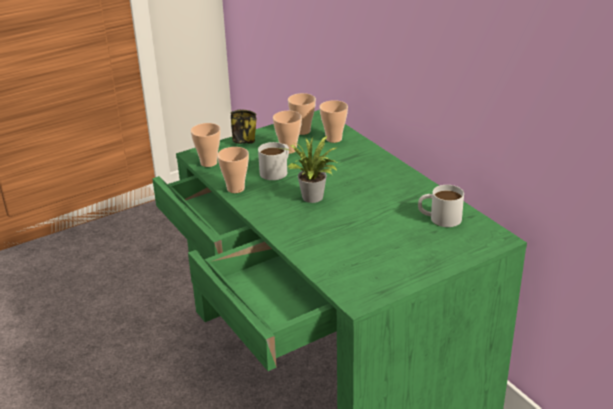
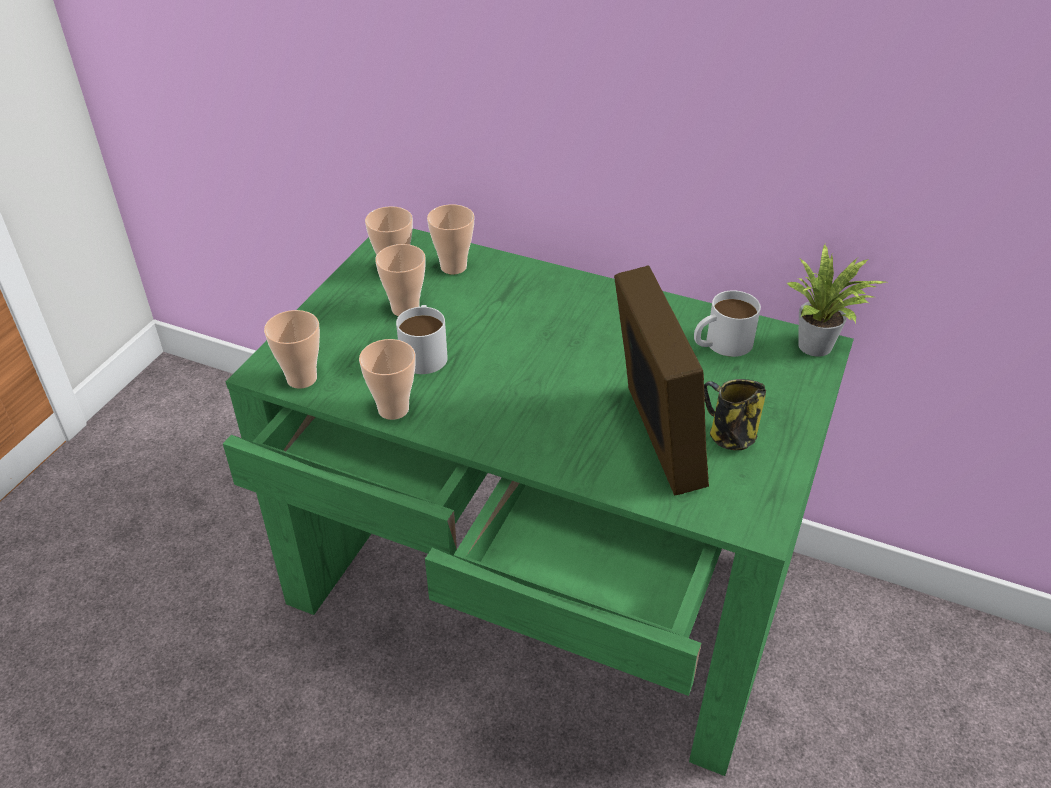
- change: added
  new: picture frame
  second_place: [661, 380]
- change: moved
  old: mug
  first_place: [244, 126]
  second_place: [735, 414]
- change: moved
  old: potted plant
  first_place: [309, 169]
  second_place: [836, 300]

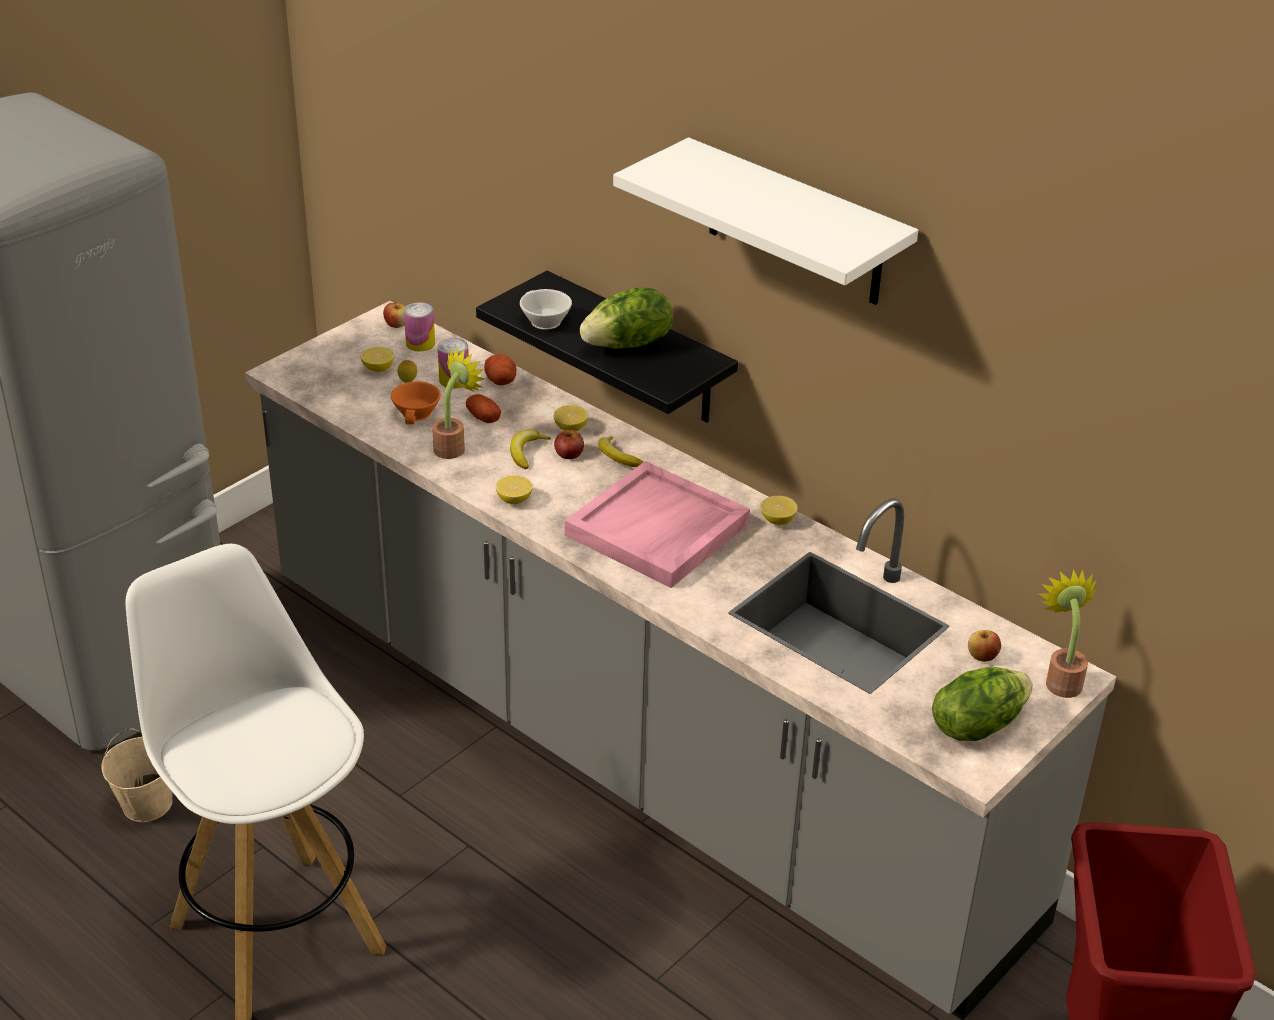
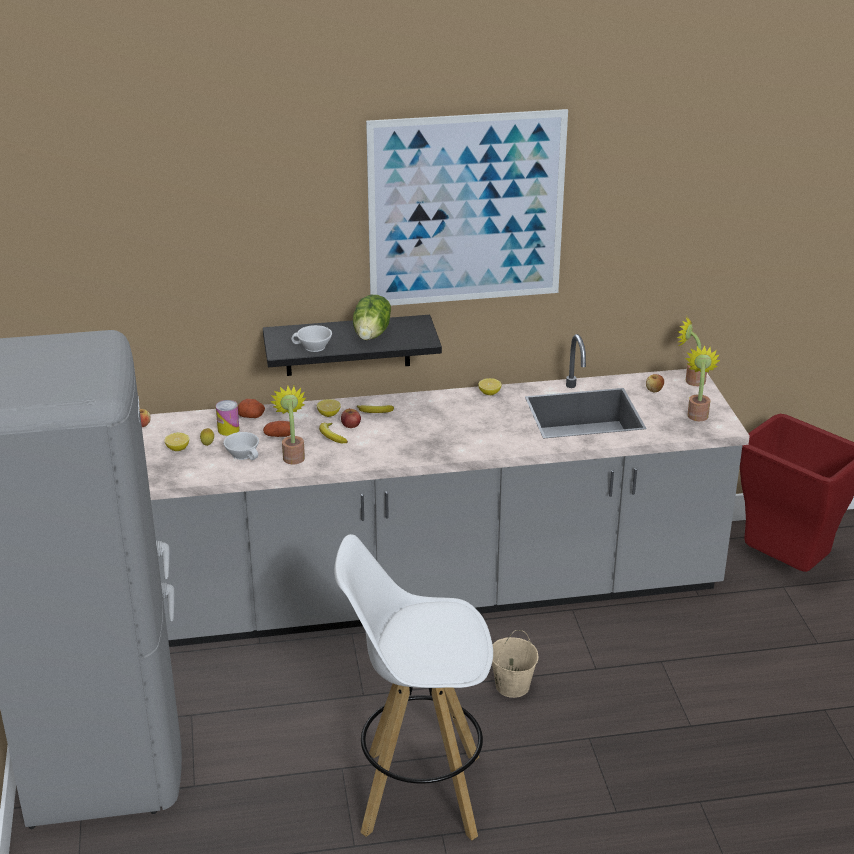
- change: recoloured
  old: orange cup
  new: white cup
  first_place: [416, 403]
  second_place: [241, 446]
- change: replaced
  old: white shelf
  new: picture
  first_place: [765, 221]
  second_place: [467, 207]
- change: moved
  old: beige bucket
  first_place: [137, 775]
  second_place: [515, 664]
- change: replaced
  old: lettuce
  new: potted plant
  first_place: [982, 704]
  second_place: [702, 383]
- change: removed
  old: can
  first_place: [419, 326]
- change: removed
  old: lemon
  first_place: [514, 489]
- change: removed
  old: pink tray
  first_place: [657, 524]

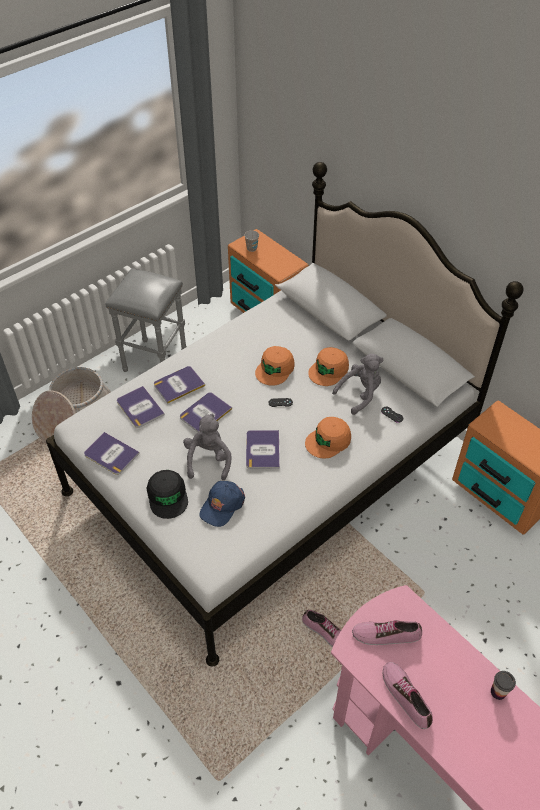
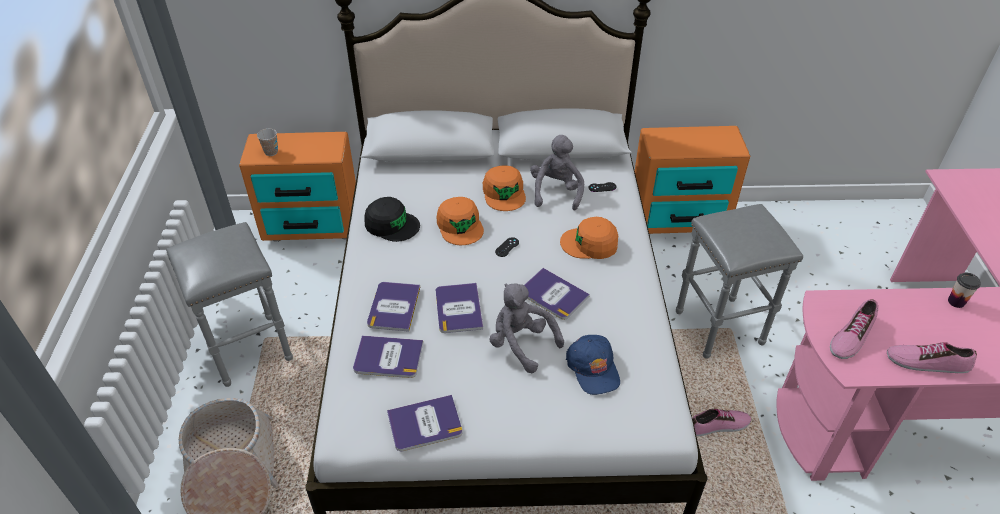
- change: moved
  old: black cap
  first_place: [167, 494]
  second_place: [392, 219]
- change: turned
  old: orange cap
  first_place: [328, 437]
  second_place: [589, 238]
  degrees: 90
- change: added
  new: grey stool
  second_place: [739, 281]

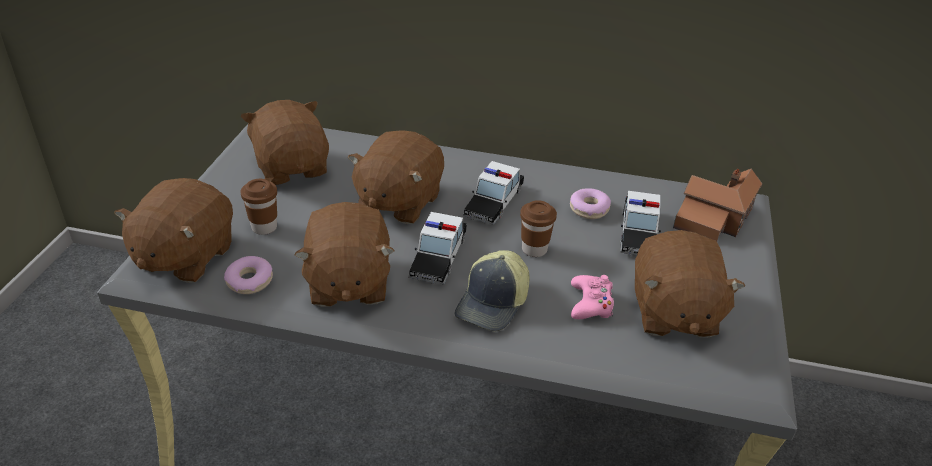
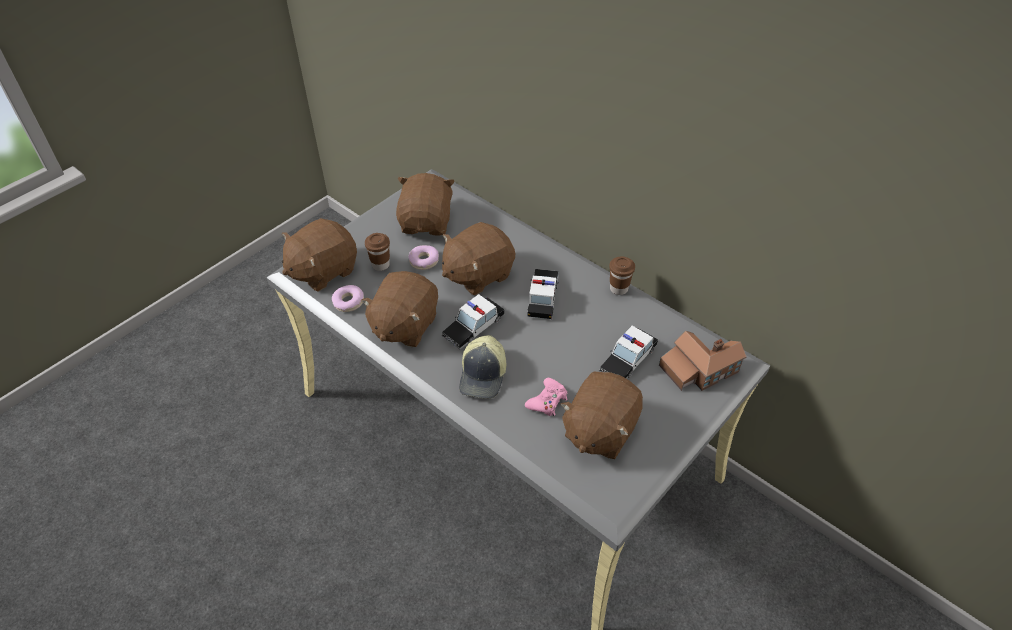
- change: moved
  old: donut
  first_place: [590, 203]
  second_place: [423, 257]
- change: turned
  old: cap
  first_place: [492, 290]
  second_place: [482, 367]
  degrees: -45
- change: turned
  old: toy car
  first_place: [493, 193]
  second_place: [543, 294]
  degrees: 135
- change: moved
  old: brown cup
  first_place: [538, 228]
  second_place: [622, 275]

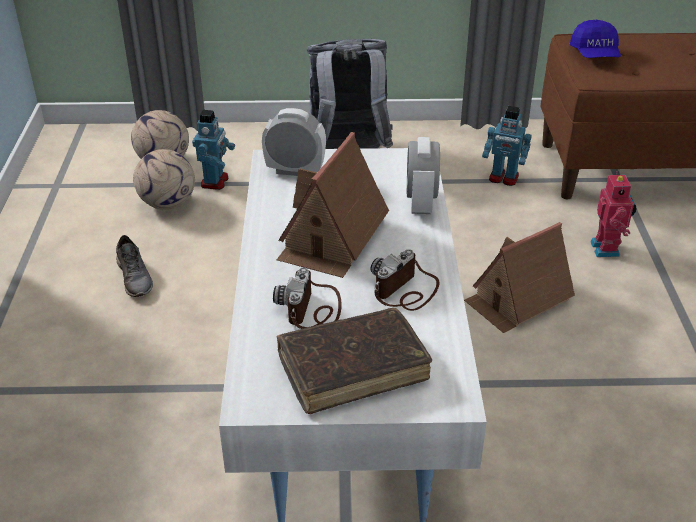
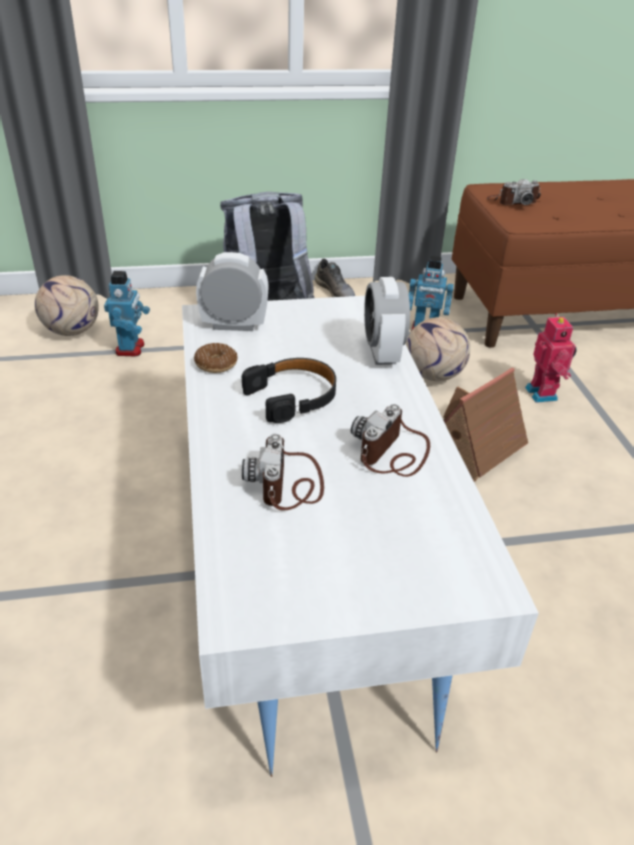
- change: added
  new: donut
  second_place: [216, 358]
- change: replaced
  old: toy house
  new: black headphones
  first_place: [332, 205]
  second_place: [289, 390]
- change: moved
  old: grey shoe
  first_place: [134, 266]
  second_place: [335, 278]
- change: moved
  old: football
  first_place: [164, 179]
  second_place: [438, 349]
- change: replaced
  old: blue cap
  new: photo camera
  first_place: [595, 39]
  second_place: [514, 192]
- change: removed
  old: brown book
  first_place: [354, 361]

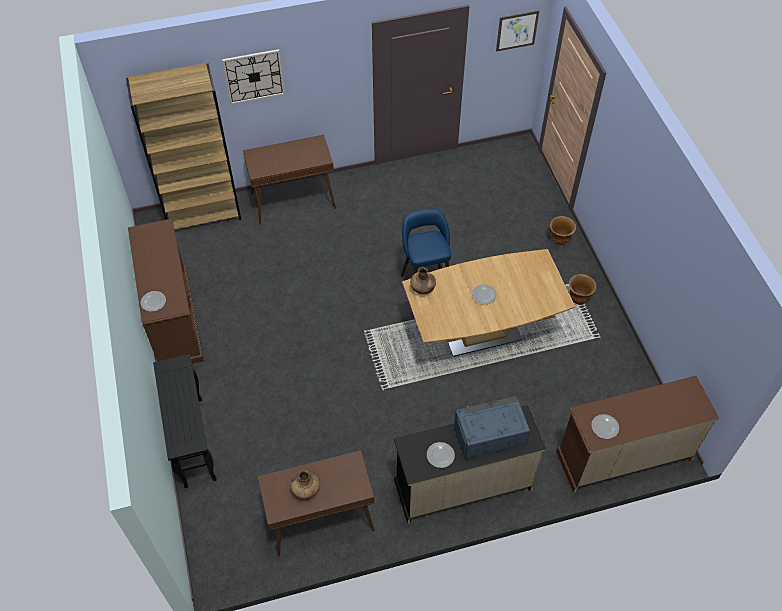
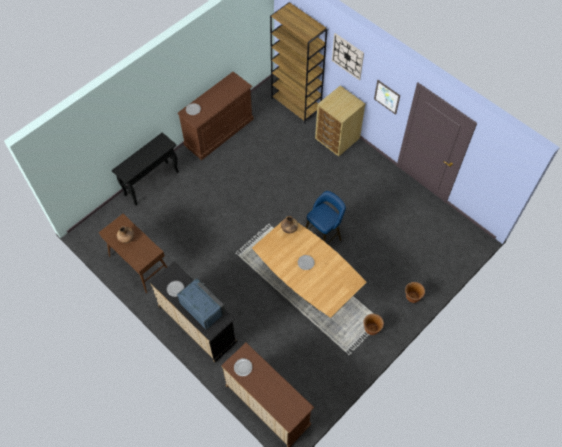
- change: replaced
  old: brown console table
  new: brown dresser
  first_place: [289, 179]
  second_place: [340, 121]
- change: moved
  old: picture
  first_place: [517, 31]
  second_place: [387, 97]

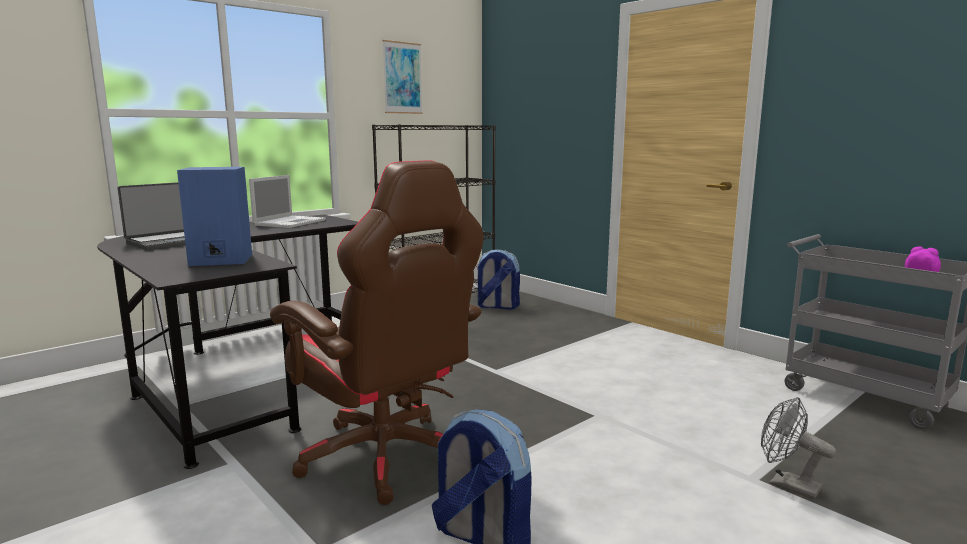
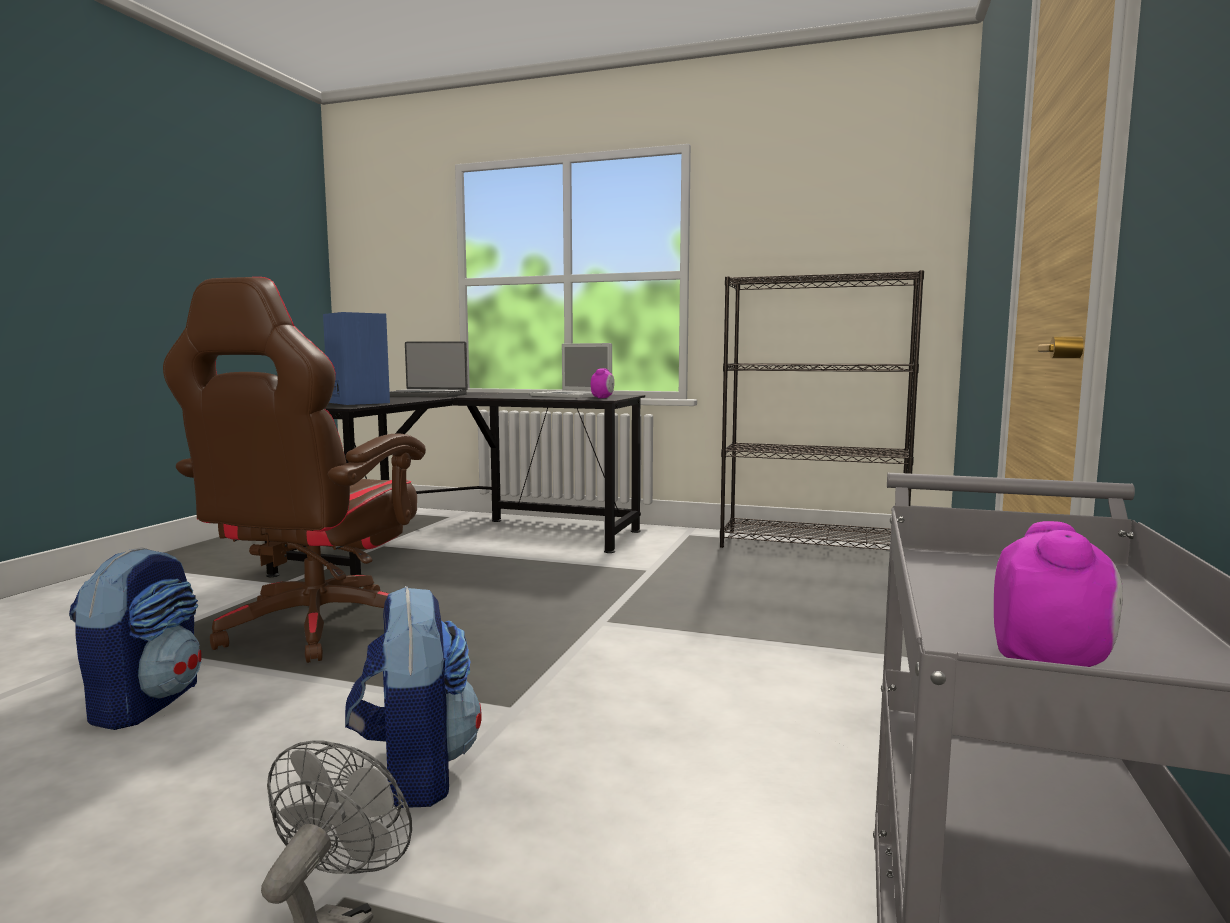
- change: moved
  old: backpack
  first_place: [498, 279]
  second_place: [413, 697]
- change: turned
  old: laptop
  first_place: [287, 201]
  second_place: [571, 370]
  degrees: 45
- change: added
  new: alarm clock
  second_place: [602, 383]
- change: removed
  old: picture
  first_place: [402, 77]

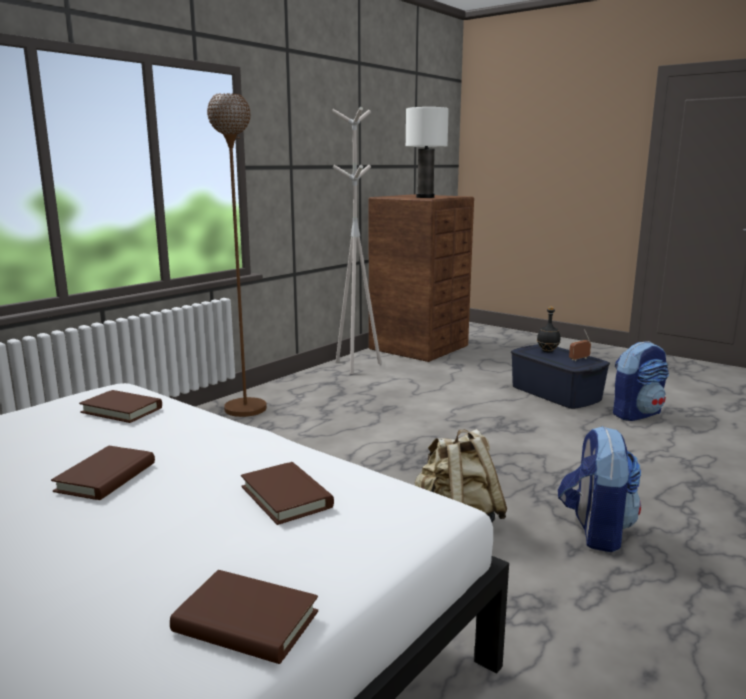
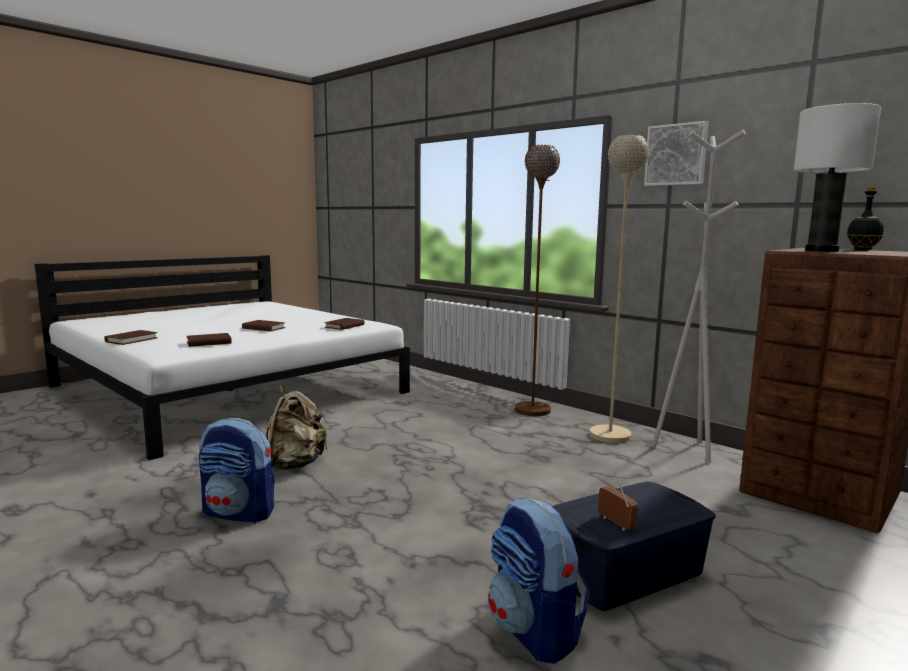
- change: added
  new: beige floor lamp
  second_place: [619, 289]
- change: added
  new: picture
  second_place: [676, 153]
- change: moved
  old: black bottle
  first_place: [548, 329]
  second_place: [865, 218]

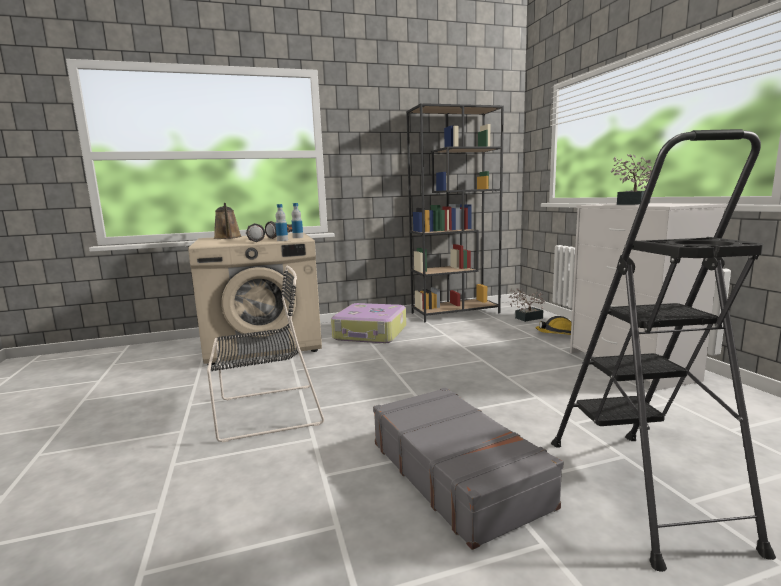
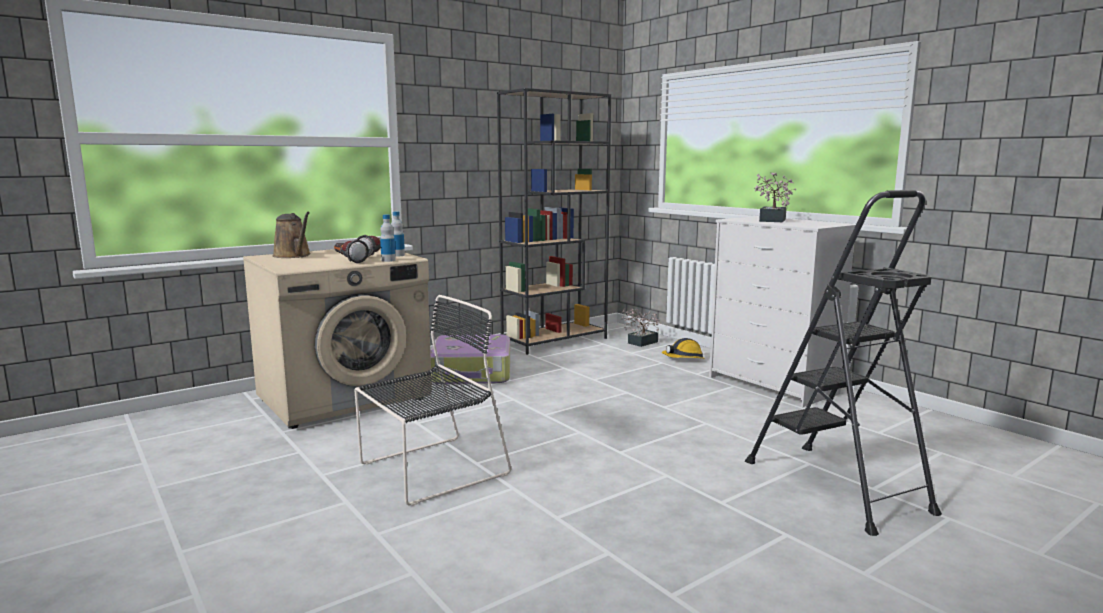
- change: removed
  old: grey suitcase
  first_place: [468, 468]

